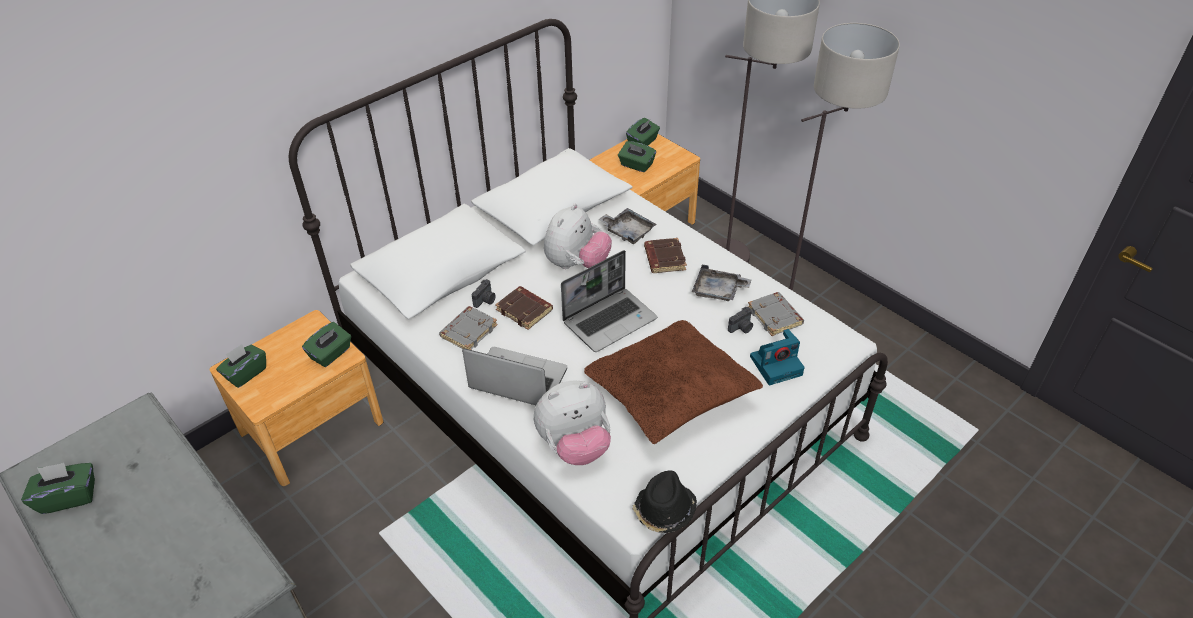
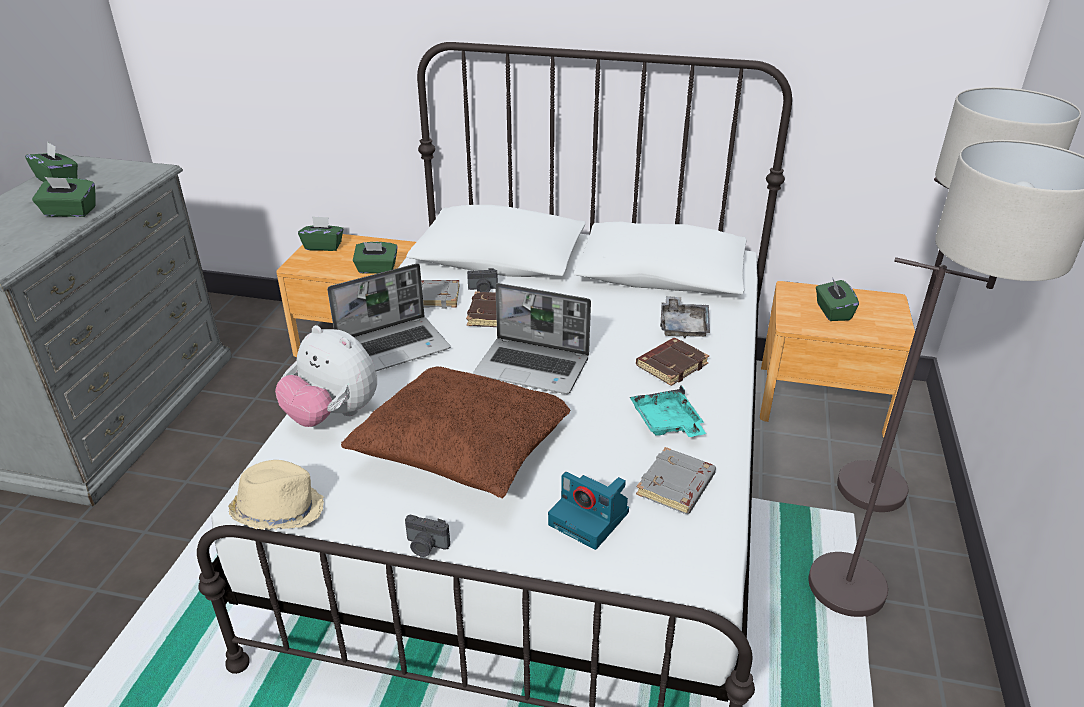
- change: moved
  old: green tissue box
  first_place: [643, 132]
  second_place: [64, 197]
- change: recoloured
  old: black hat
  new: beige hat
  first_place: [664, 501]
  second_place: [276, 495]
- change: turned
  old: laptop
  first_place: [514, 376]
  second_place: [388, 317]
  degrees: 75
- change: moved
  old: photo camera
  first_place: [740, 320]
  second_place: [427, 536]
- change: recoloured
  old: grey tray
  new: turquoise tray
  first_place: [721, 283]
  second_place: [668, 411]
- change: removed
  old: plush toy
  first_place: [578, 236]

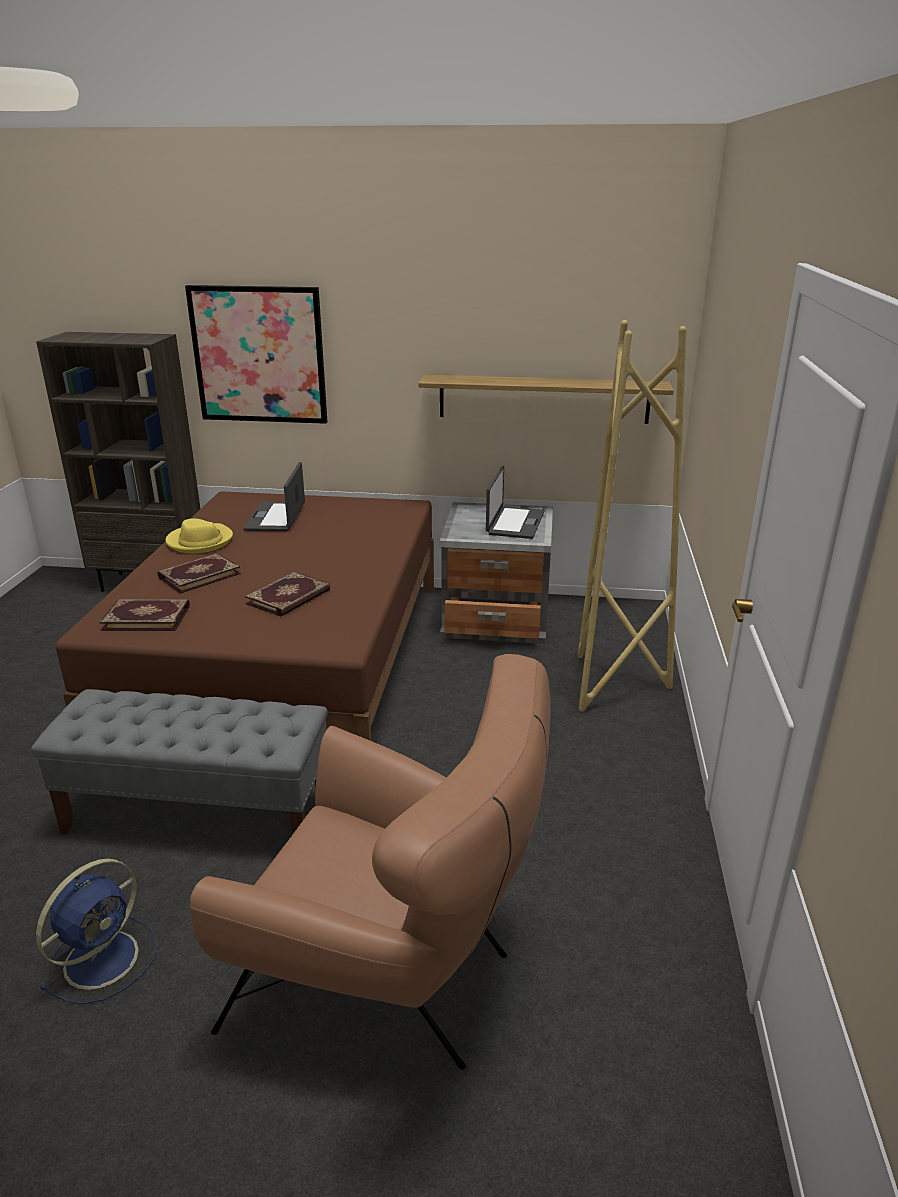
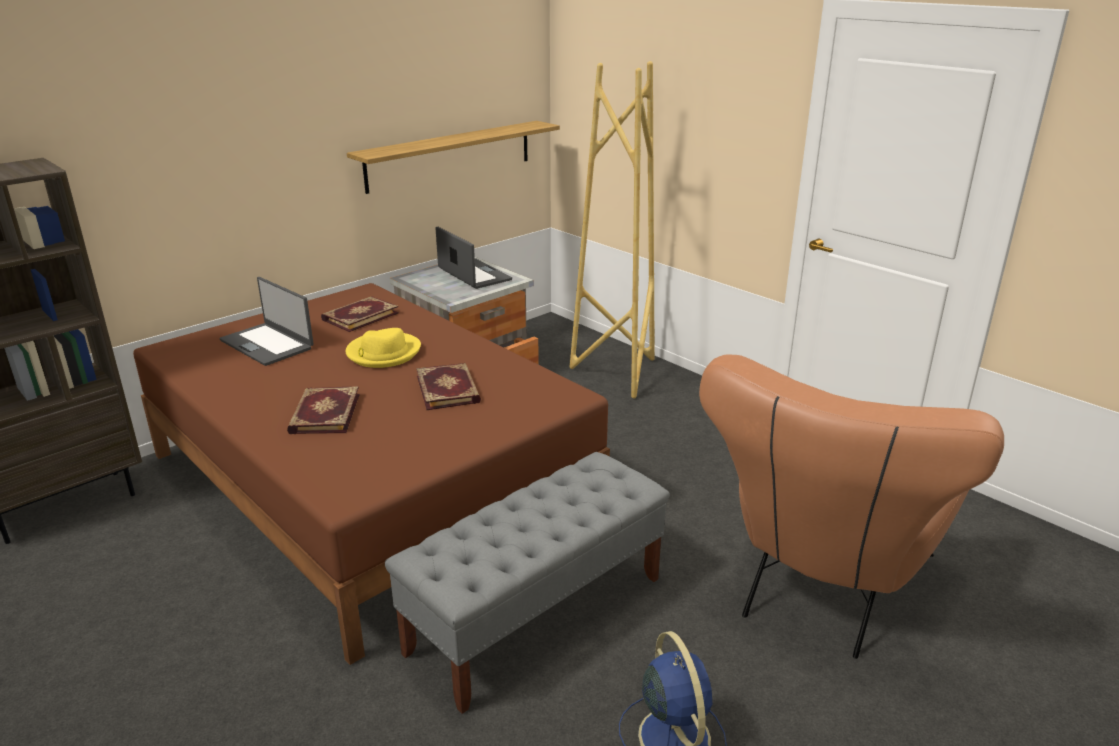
- change: moved
  old: book
  first_place: [144, 615]
  second_place: [360, 314]
- change: moved
  old: yellow hat
  first_place: [199, 535]
  second_place: [383, 348]
- change: turned
  old: brown armchair
  first_place: [370, 862]
  second_place: [851, 507]
  degrees: 150
- change: removed
  old: picture
  first_place: [256, 354]

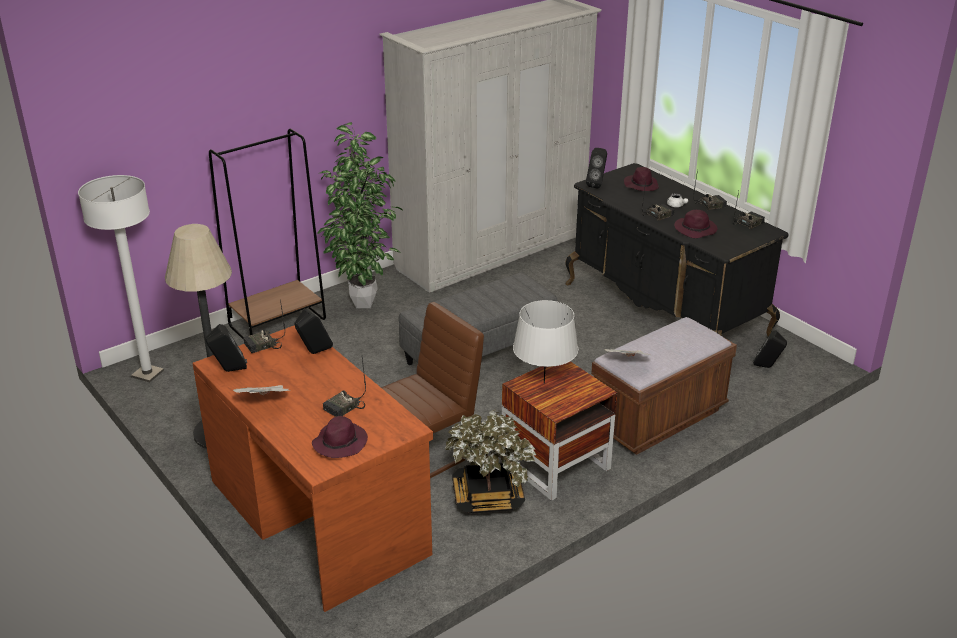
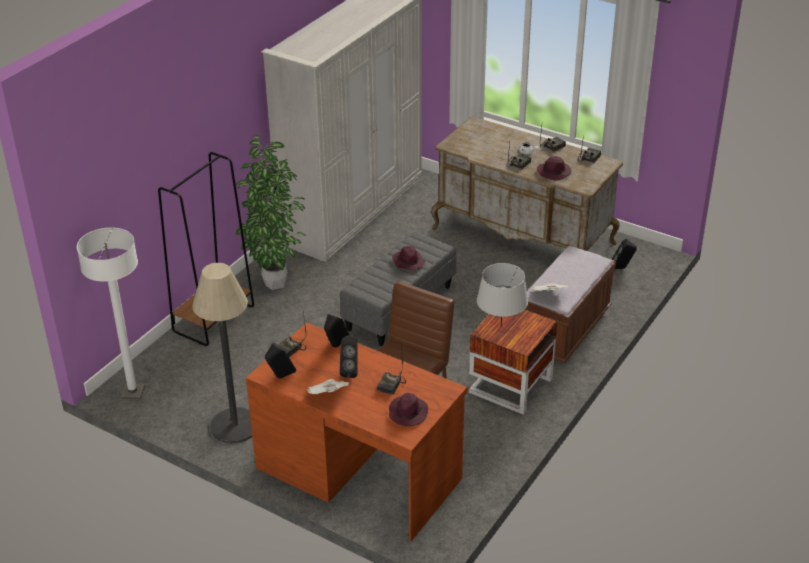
- change: moved
  old: black speaker
  first_place: [596, 168]
  second_place: [349, 356]
- change: moved
  old: purple hat
  first_place: [641, 179]
  second_place: [408, 258]
- change: recoloured
  old: black dresser
  new: beige dresser
  first_place: [677, 249]
  second_place: [527, 184]
- change: removed
  old: potted plant
  first_place: [490, 461]

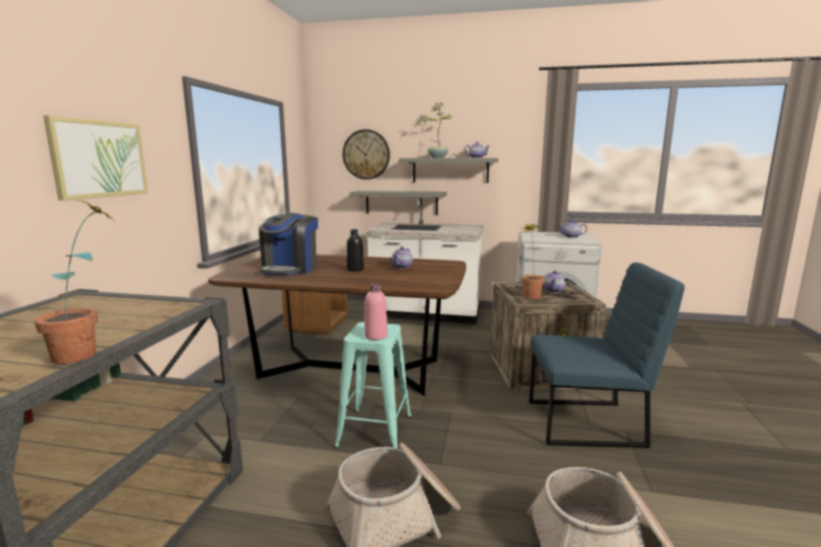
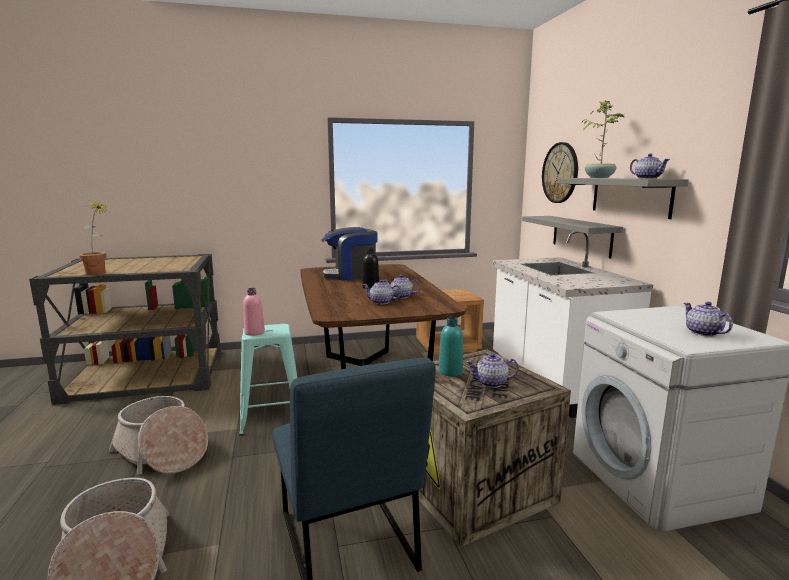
- change: added
  new: teapot
  second_place: [381, 291]
- change: replaced
  old: potted plant
  new: turquoise bottle
  first_place: [532, 261]
  second_place: [451, 346]
- change: removed
  old: picture
  first_place: [95, 158]

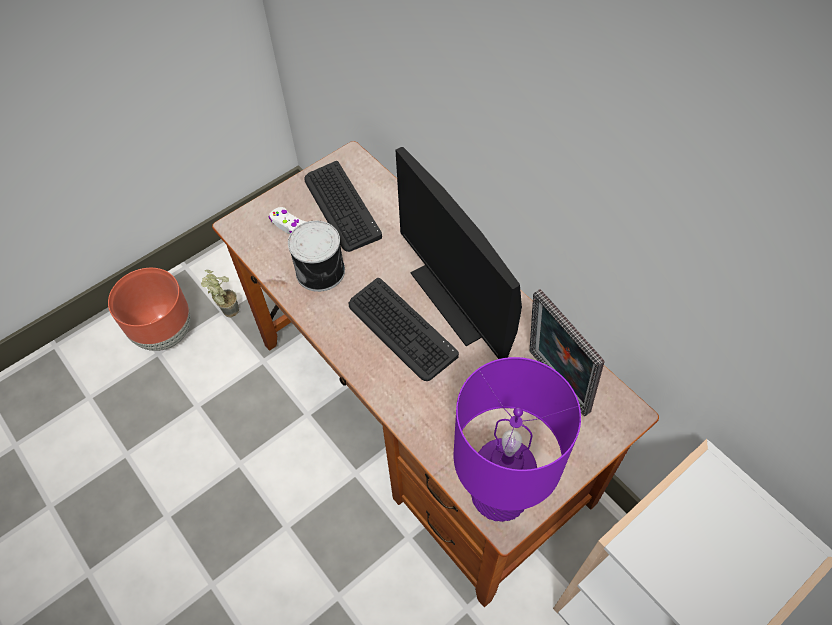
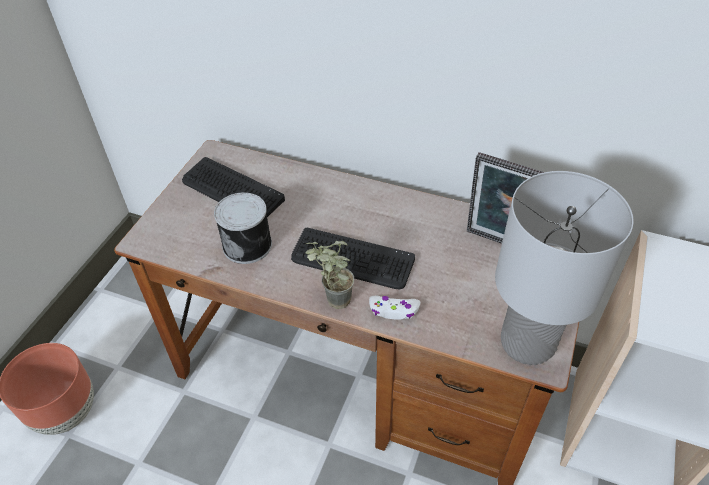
- change: moved
  old: potted plant
  first_place: [220, 294]
  second_place: [329, 275]
- change: moved
  old: white game controller
  first_place: [287, 220]
  second_place: [394, 308]
- change: recoloured
  old: purple table lamp
  new: grey table lamp
  first_place: [517, 439]
  second_place: [564, 268]
- change: removed
  old: monitor
  first_place: [459, 253]

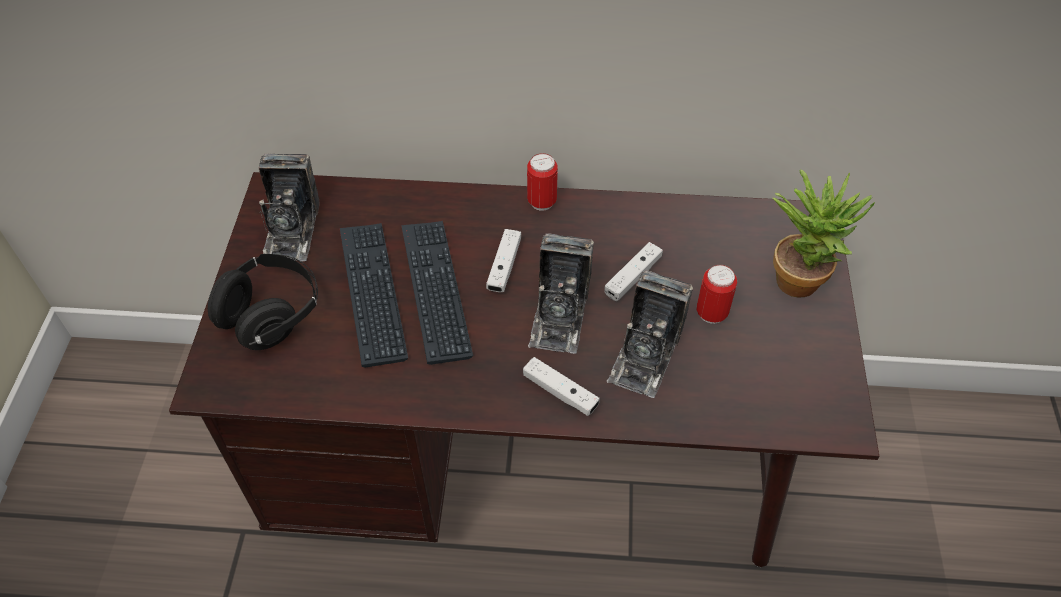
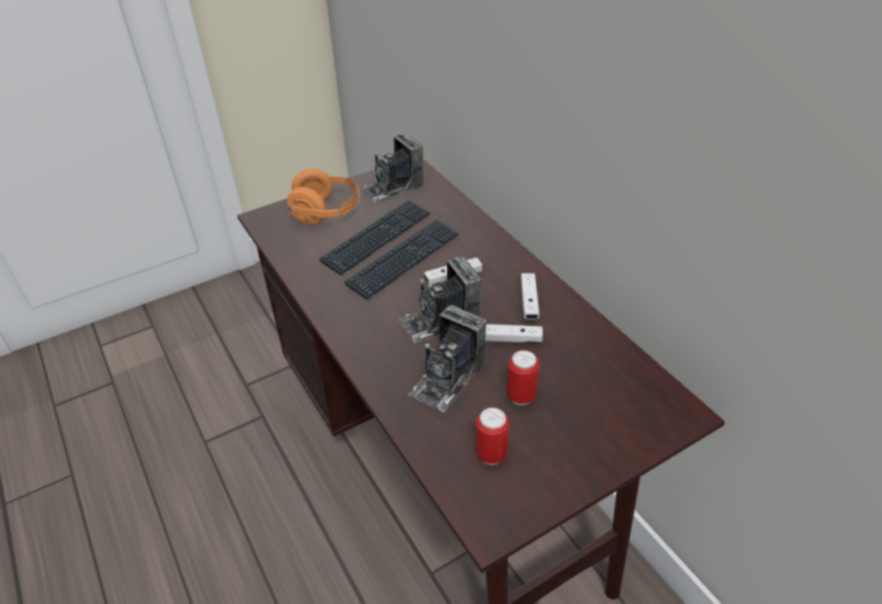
- change: recoloured
  old: black headphones
  new: orange headphones
  first_place: [263, 302]
  second_place: [323, 196]
- change: turned
  old: photo camera
  first_place: [650, 334]
  second_place: [447, 358]
  degrees: -45
- change: moved
  old: can
  first_place: [542, 182]
  second_place: [492, 436]
- change: moved
  old: white game controller
  first_place: [561, 386]
  second_place: [530, 296]
- change: removed
  old: potted plant
  first_place: [824, 233]

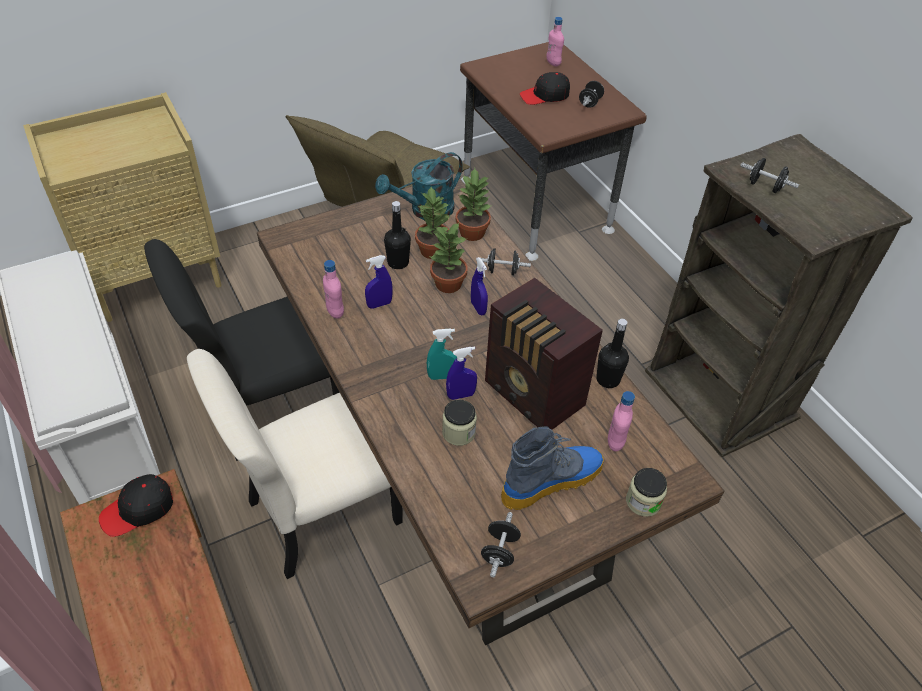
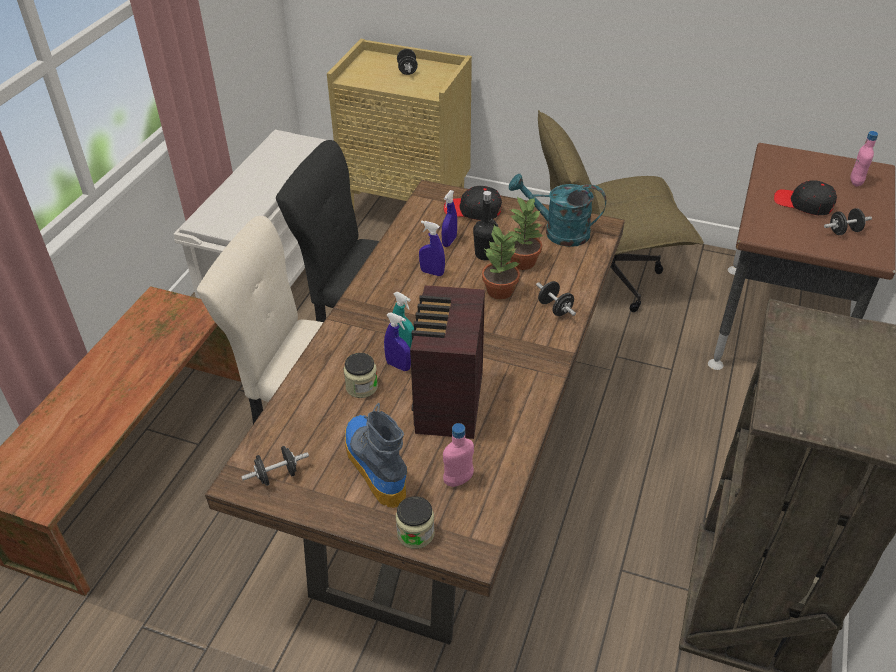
- change: turned
  old: boot
  first_place: [552, 468]
  second_place: [376, 455]
  degrees: -135
- change: moved
  old: black dumbbell
  first_place: [769, 175]
  second_place: [407, 62]
- change: moved
  old: blue spray bottle
  first_place: [479, 286]
  second_place: [449, 218]
- change: moved
  old: black cap
  first_place: [136, 505]
  second_place: [473, 203]
- change: removed
  old: pink bottle
  first_place: [333, 289]
- change: removed
  old: potted plant
  first_place: [474, 204]
- change: removed
  old: black bottle
  first_place: [612, 353]

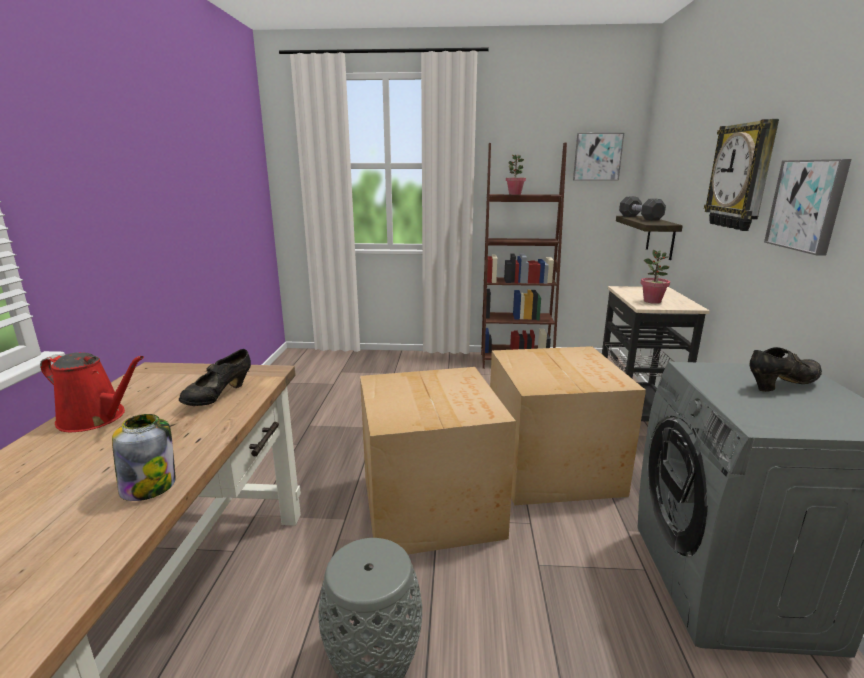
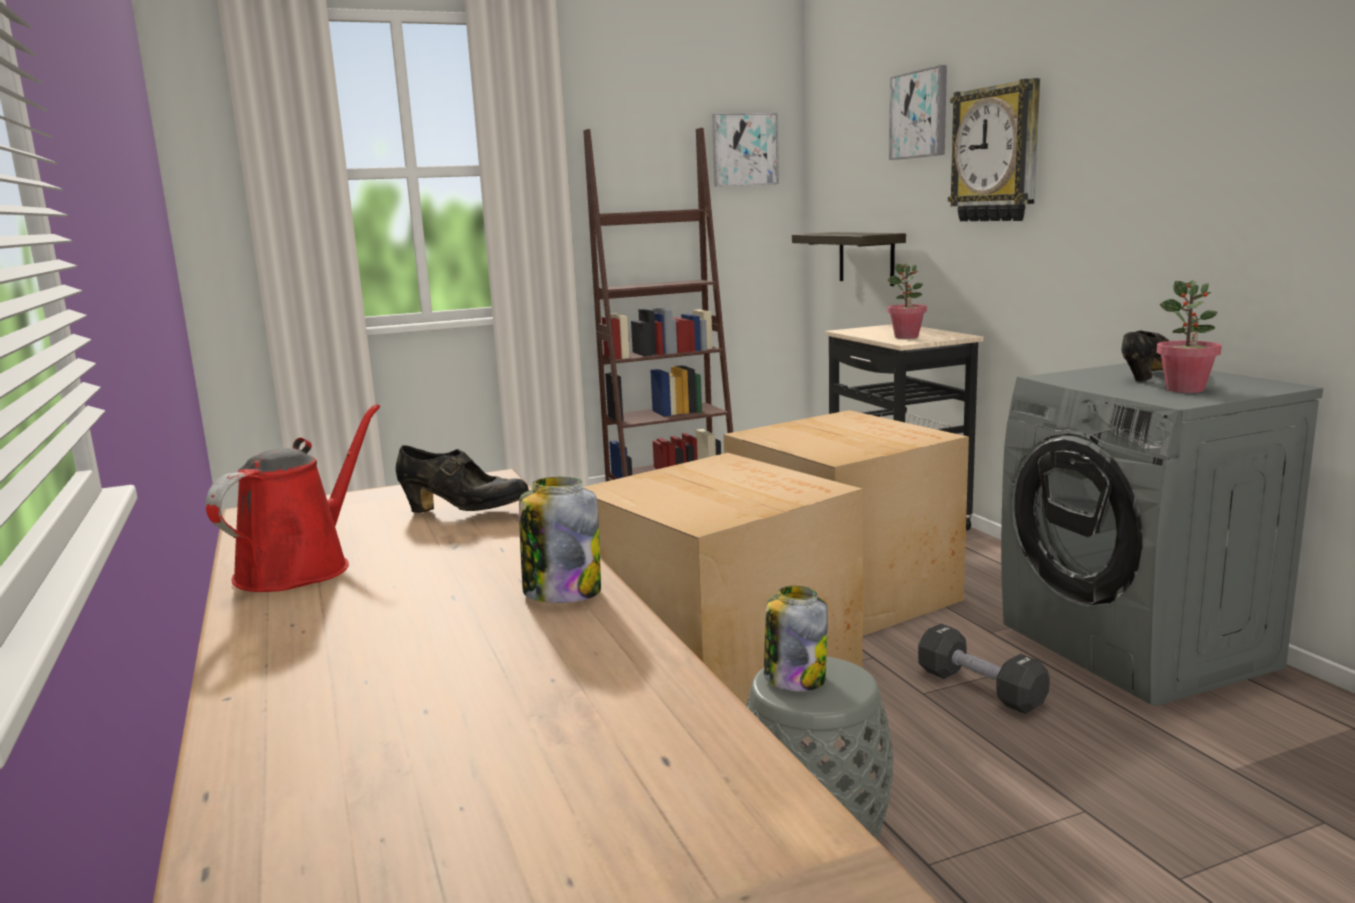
- change: turned
  old: red watering can
  first_place: [92, 392]
  second_place: [293, 498]
  degrees: -60
- change: turned
  old: black shoe
  first_place: [215, 377]
  second_place: [462, 479]
  degrees: -75
- change: added
  new: jar
  second_place: [796, 638]
- change: moved
  old: picture
  first_place: [807, 207]
  second_place: [918, 112]
- change: moved
  old: black dumbbell
  first_place: [642, 209]
  second_place: [984, 669]
- change: moved
  old: potted plant
  first_place: [516, 175]
  second_place: [1189, 336]

